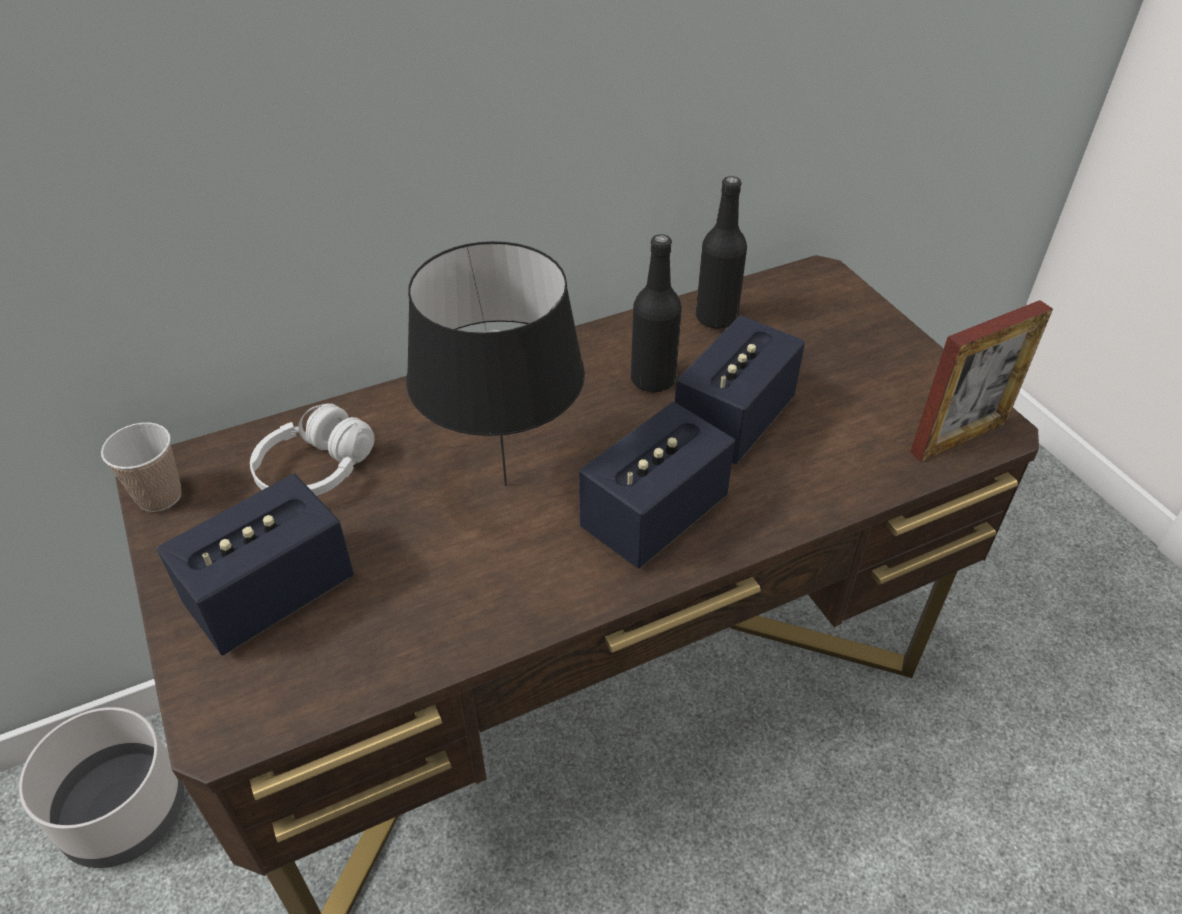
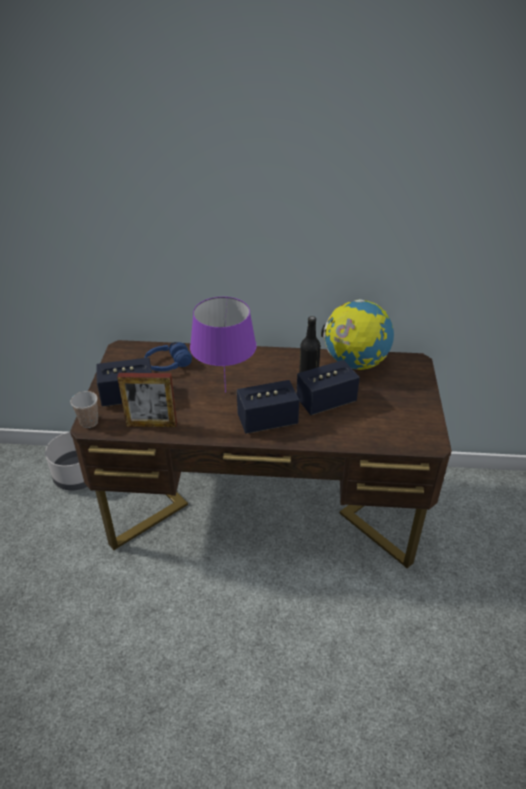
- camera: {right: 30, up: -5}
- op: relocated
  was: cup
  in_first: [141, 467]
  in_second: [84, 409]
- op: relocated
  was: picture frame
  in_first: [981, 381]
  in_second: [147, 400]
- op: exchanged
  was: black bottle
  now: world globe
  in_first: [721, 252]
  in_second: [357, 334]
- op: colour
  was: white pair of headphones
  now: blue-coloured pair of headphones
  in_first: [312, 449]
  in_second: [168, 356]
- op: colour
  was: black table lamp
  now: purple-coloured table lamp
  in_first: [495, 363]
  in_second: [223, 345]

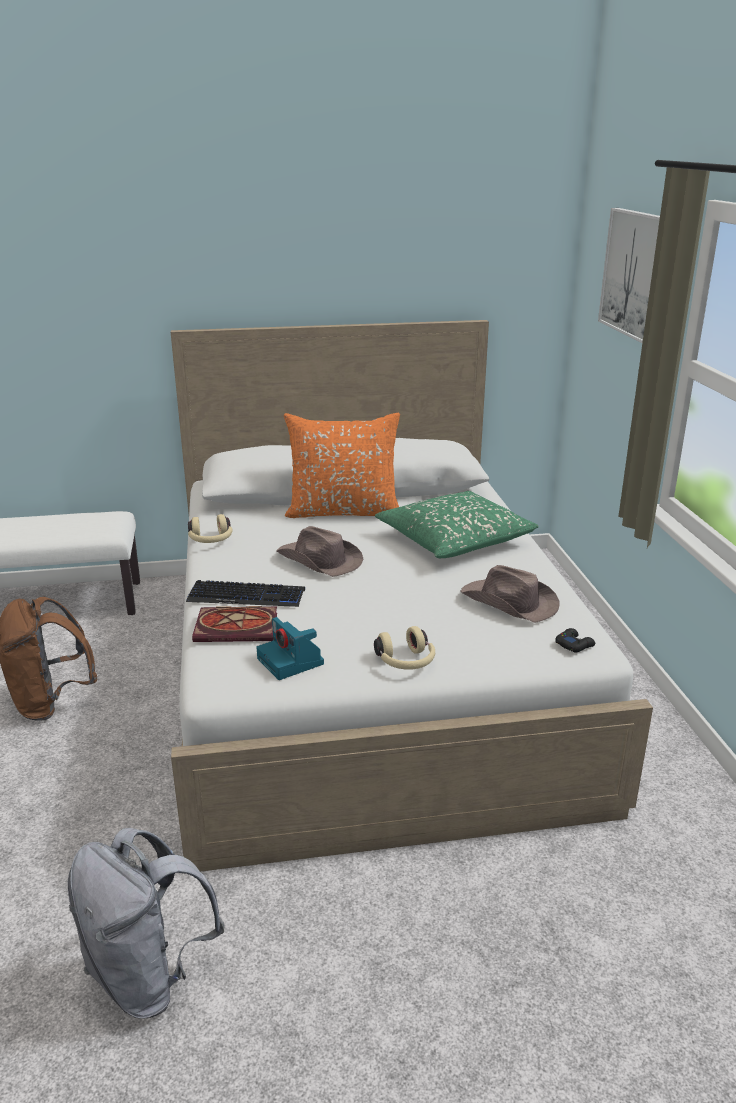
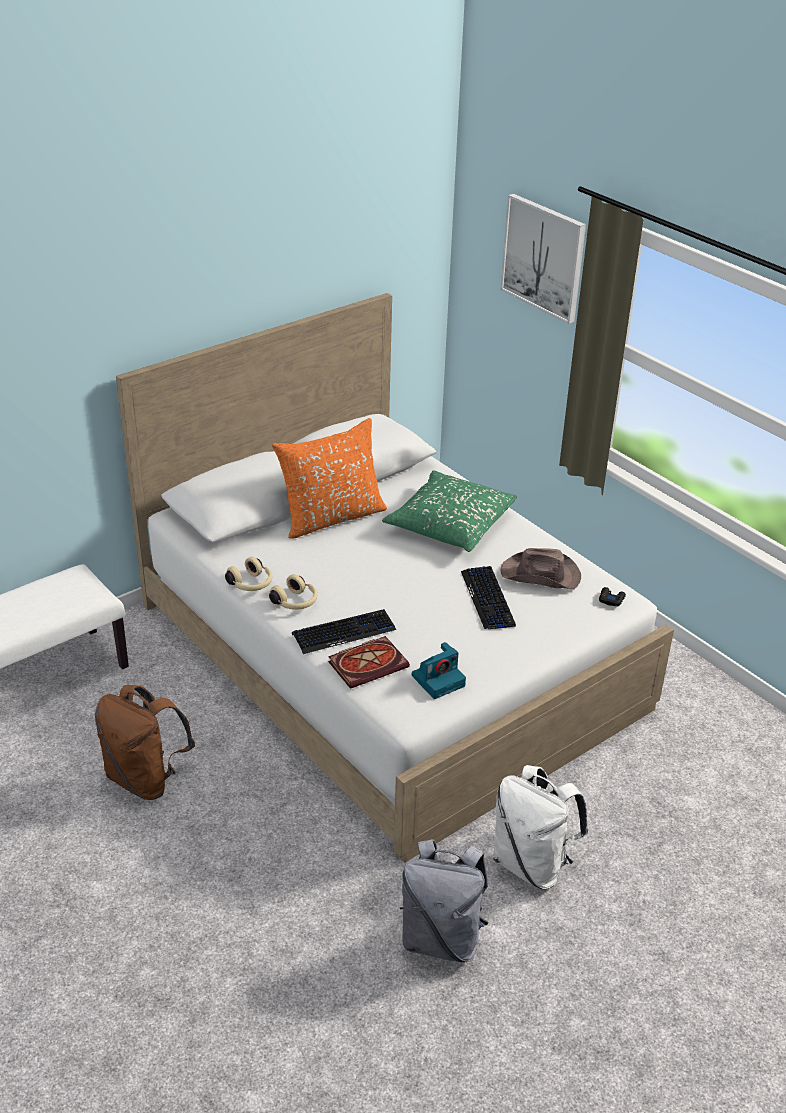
- camera: {right: -30, up: 10}
- op: missing
  was: brown wearable hat
  in_first: [319, 551]
- op: appeared
  now: computer keyboard
  in_second: [488, 597]
- op: appeared
  now: white rucksack
  in_second: [540, 827]
- op: relocated
  was: beige-coloured pair of headphones
  in_first: [404, 648]
  in_second: [293, 592]
- op: spun
  was: photo camera
  in_first: [290, 648]
  in_second: [439, 670]
  clockwise: -60

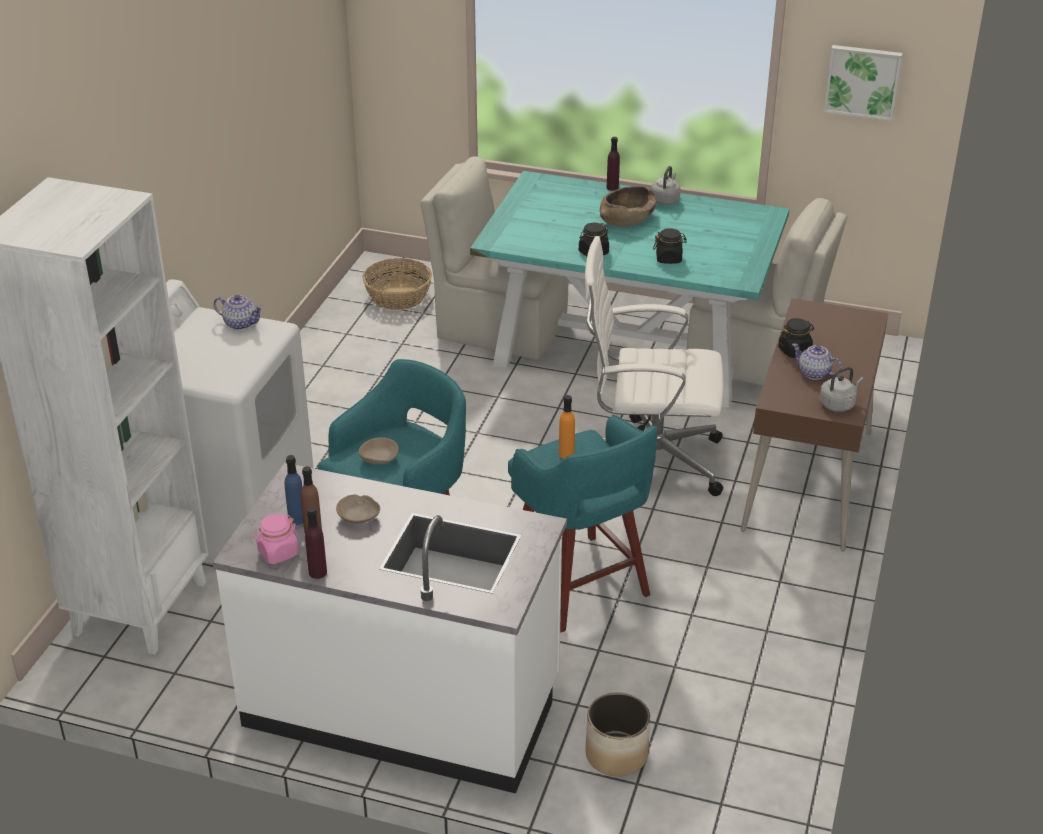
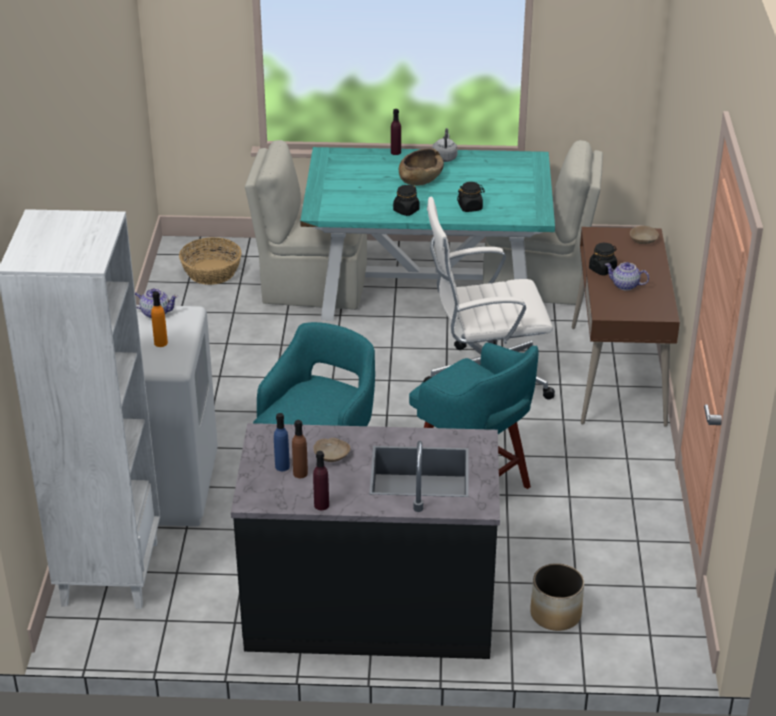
- camera: {right: -15, up: 0}
- op: missing
  was: pink preserve jar
  in_first: [276, 539]
- op: missing
  was: grey water kettle
  in_first: [841, 389]
- op: missing
  was: wall art
  in_first: [863, 83]
- op: relocated
  was: beige-coloured bowl
  in_first: [378, 450]
  in_second: [644, 235]
- op: relocated
  was: orange bottle
  in_first: [567, 427]
  in_second: [159, 319]
- op: colour
  was: white kitchen base unit
  now: black kitchen base unit
  in_first: [390, 628]
  in_second: [365, 541]

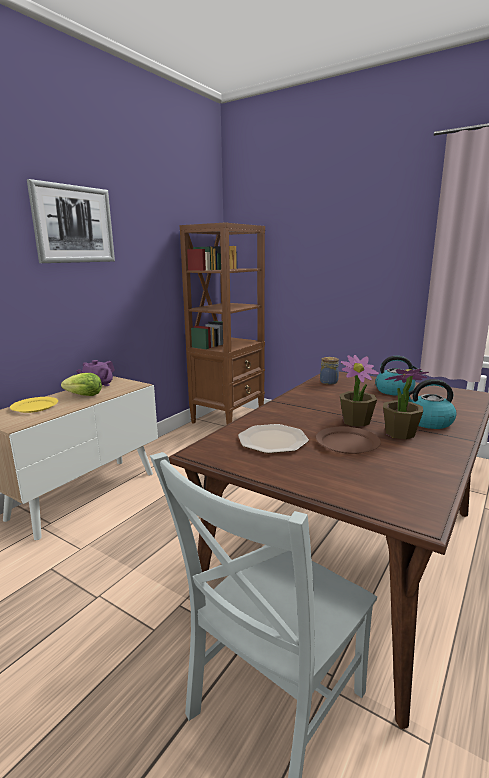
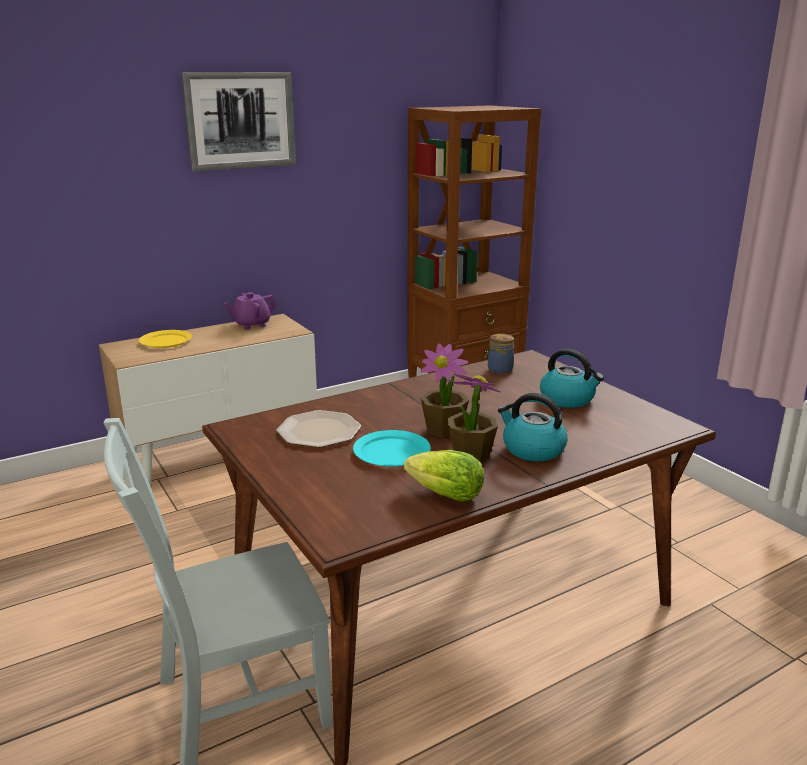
- camera: {right: 25, up: 5}
- op: relocated
  was: lettuce head
  in_first: [81, 384]
  in_second: [444, 476]
- op: colour
  was: brown plate
  now: turquoise plate
  in_first: [348, 440]
  in_second: [392, 448]

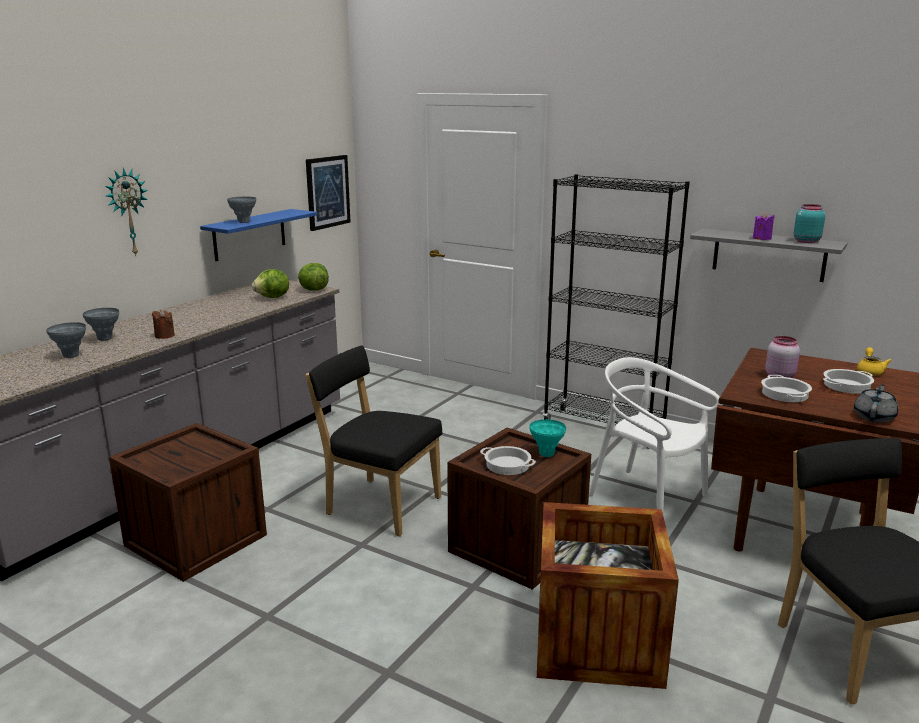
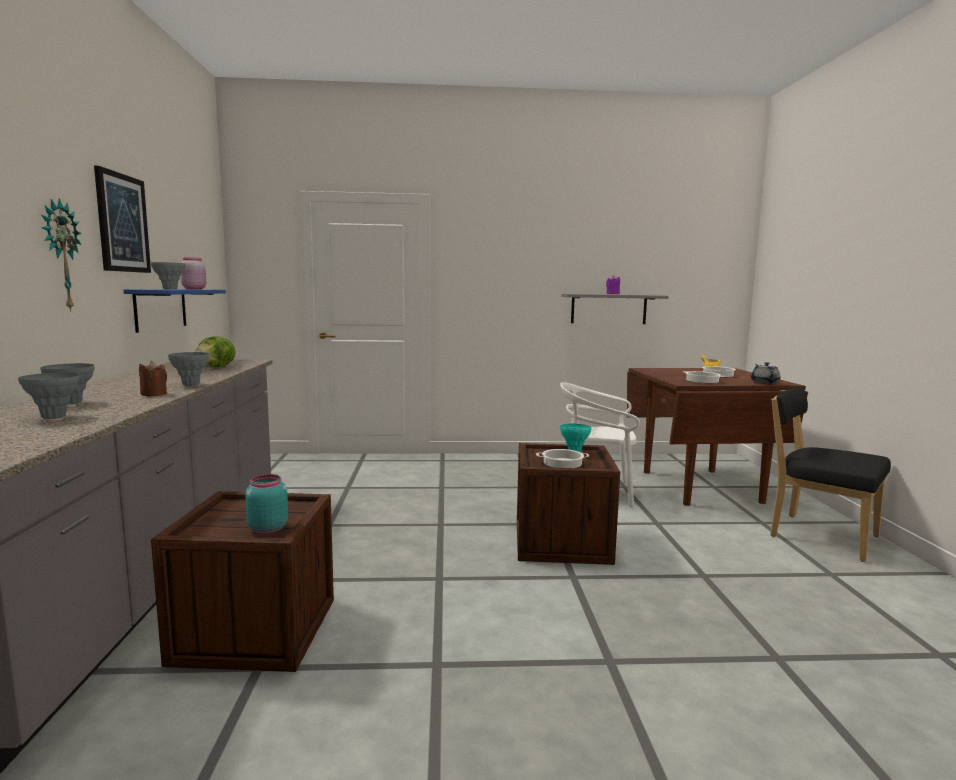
- camera: {right: -35, up: -10}
- op: missing
  was: lettuce head
  in_first: [313, 277]
- op: missing
  was: black plain chair
  in_first: [373, 441]
- op: missing
  was: shipping crate
  in_first: [608, 595]
- op: missing
  was: black shelving unit
  in_first: [616, 311]
- op: appeared
  now: grey decorative vase
  in_second: [188, 369]
- op: relocated
  was: wall art
  in_first: [328, 193]
  in_second: [122, 219]
- op: relocated
  was: pink preserve jar
  in_first: [782, 357]
  in_second: [193, 273]
- op: relocated
  was: turquoise preserve jar
  in_first: [809, 223]
  in_second: [266, 504]

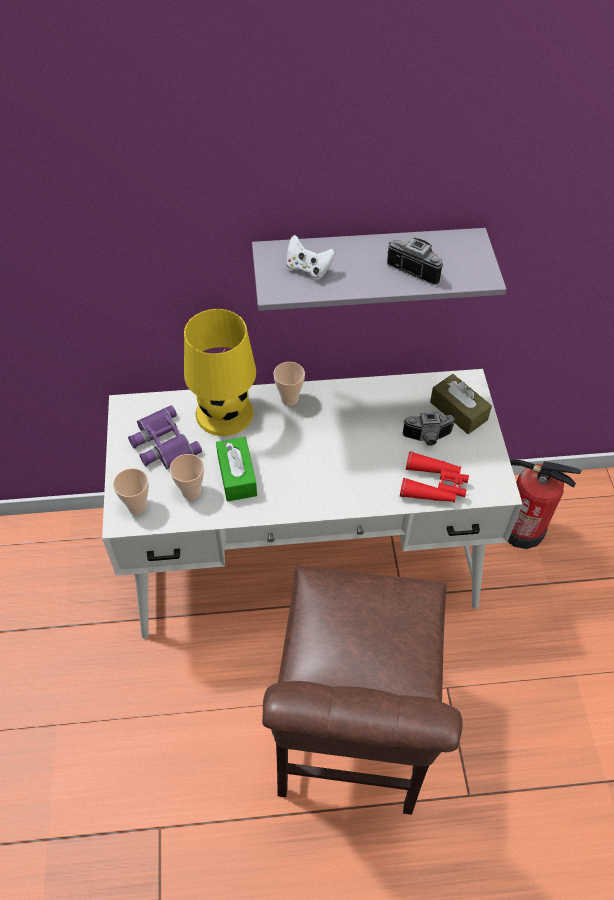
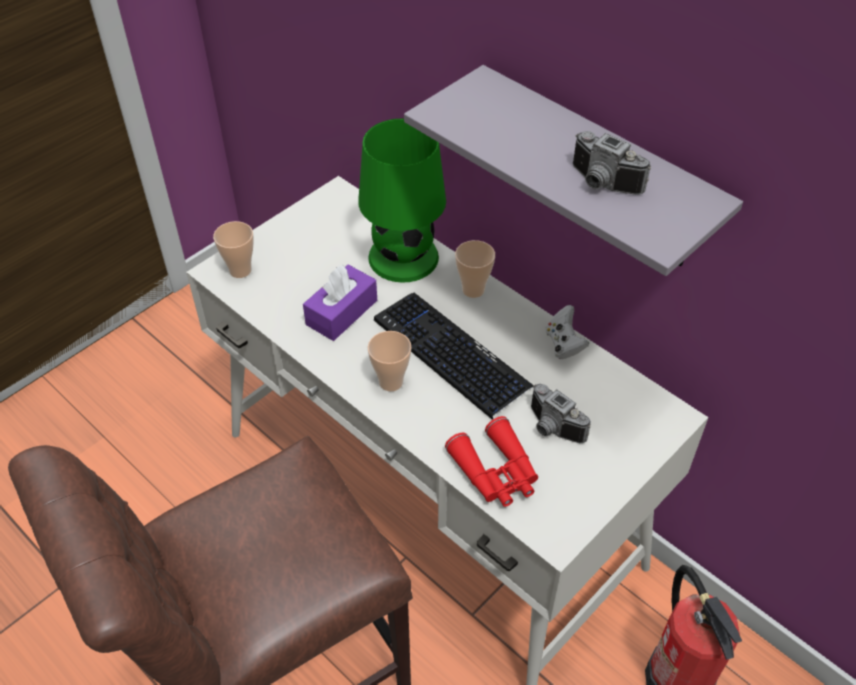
- camera: {right: 50, up: -5}
- op: missing
  was: purple-coloured pair of binoculars
  in_first: [165, 437]
- op: missing
  was: brown box of tissues
  in_first: [461, 404]
- op: appeared
  now: computer keyboard
  in_second: [453, 356]
- op: relocated
  was: cup
  in_first: [187, 477]
  in_second: [389, 361]
- op: relocated
  was: white joypad
  in_first: [311, 257]
  in_second: [567, 332]
- op: colour
  was: yellowish table lamp
  now: green-coloured table lamp
  in_first: [220, 372]
  in_second: [402, 201]
- op: colour
  was: green-coloured box of tissues
  now: purple-coloured box of tissues
  in_first: [236, 469]
  in_second: [340, 303]
- op: spun
  was: photo camera
  in_first: [415, 261]
  in_second: [612, 163]
  clockwise: 135

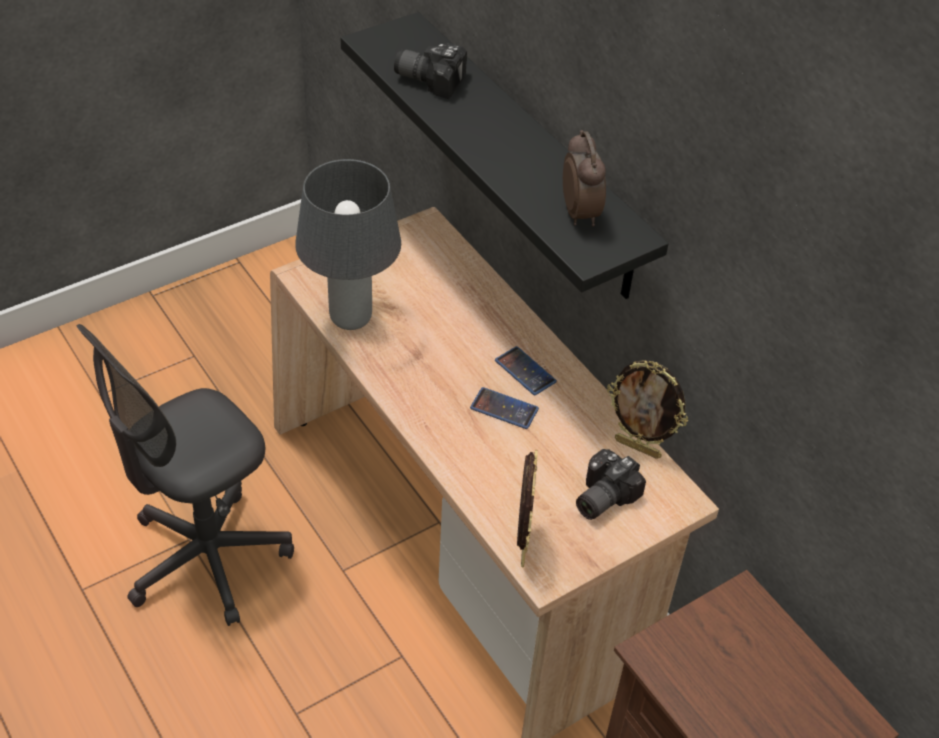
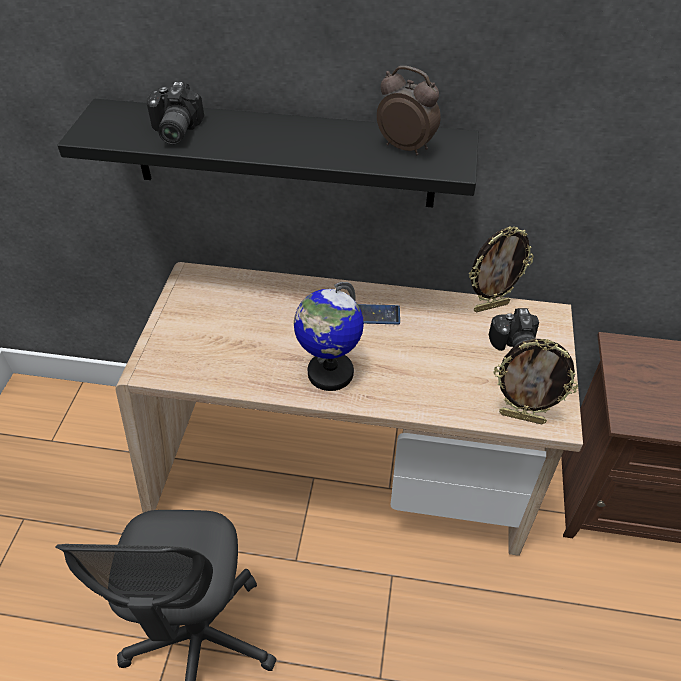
- camera: {right: -45, up: 0}
- op: missing
  was: grey table lamp
  in_first: [348, 244]
- op: missing
  was: telephone
  in_first: [504, 408]
- op: appeared
  now: world globe
  in_second: [329, 336]
- op: spun
  was: photo camera
  in_first: [430, 71]
  in_second: [175, 113]
  clockwise: -60
- op: spun
  was: picture frame
  in_first: [527, 509]
  in_second: [535, 381]
  clockwise: 150

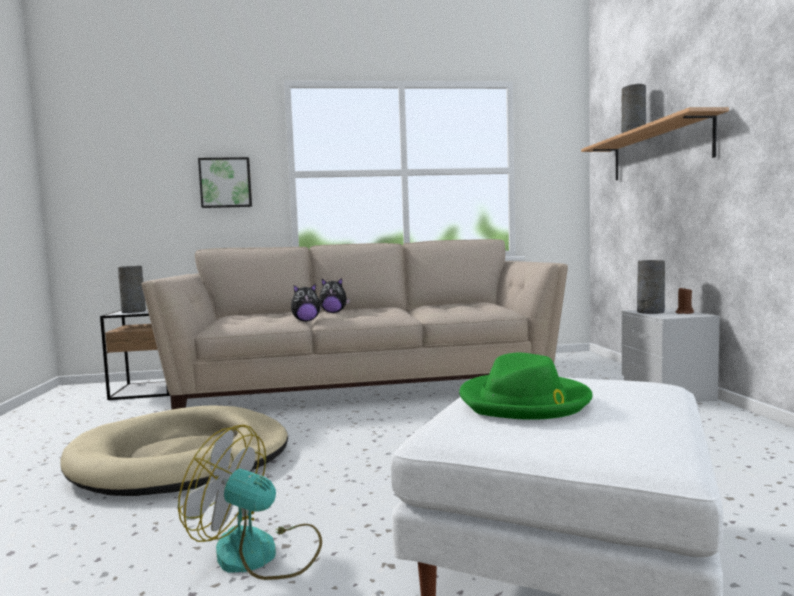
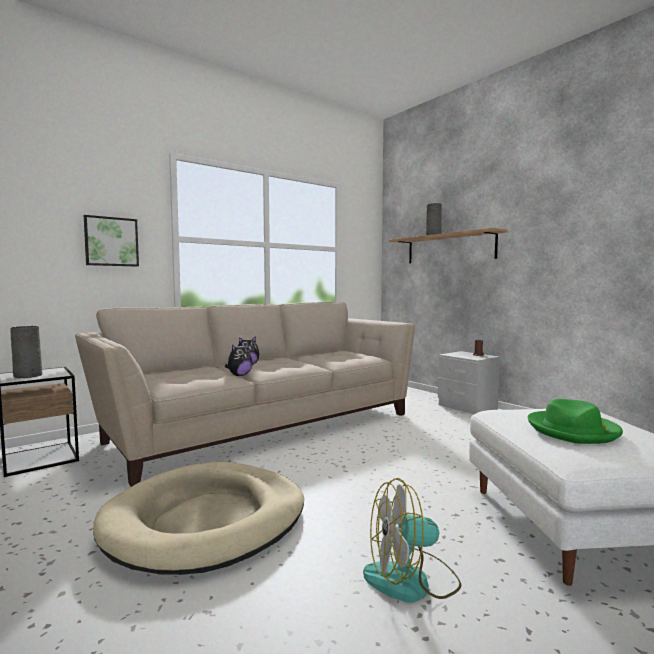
- camera: {right: -30, up: 0}
- op: missing
  was: grey decorative vase
  in_first: [651, 287]

